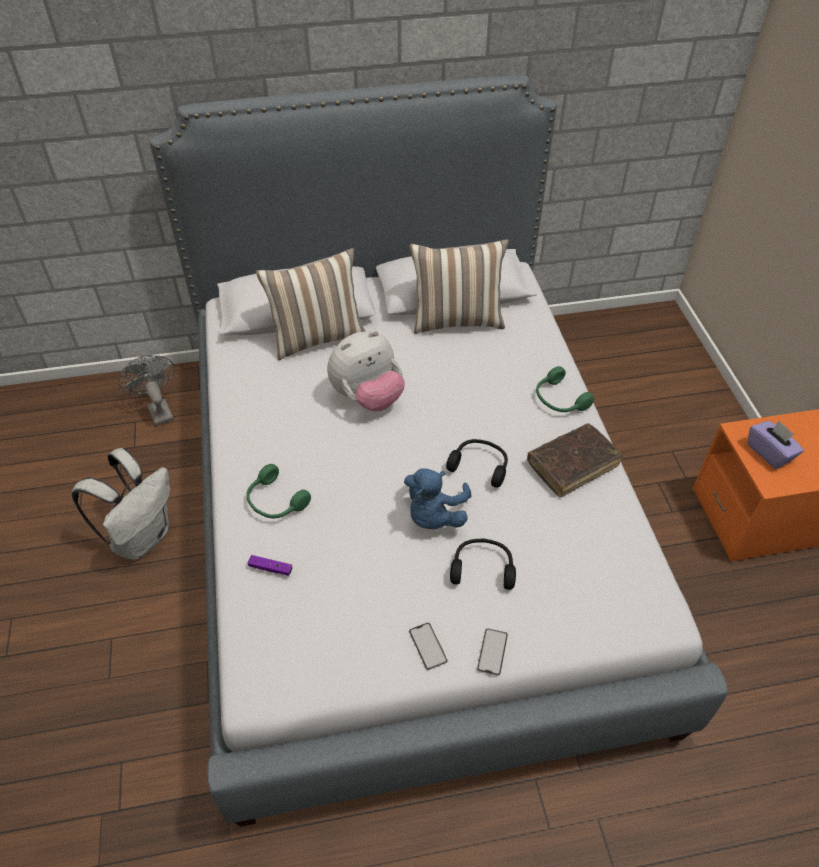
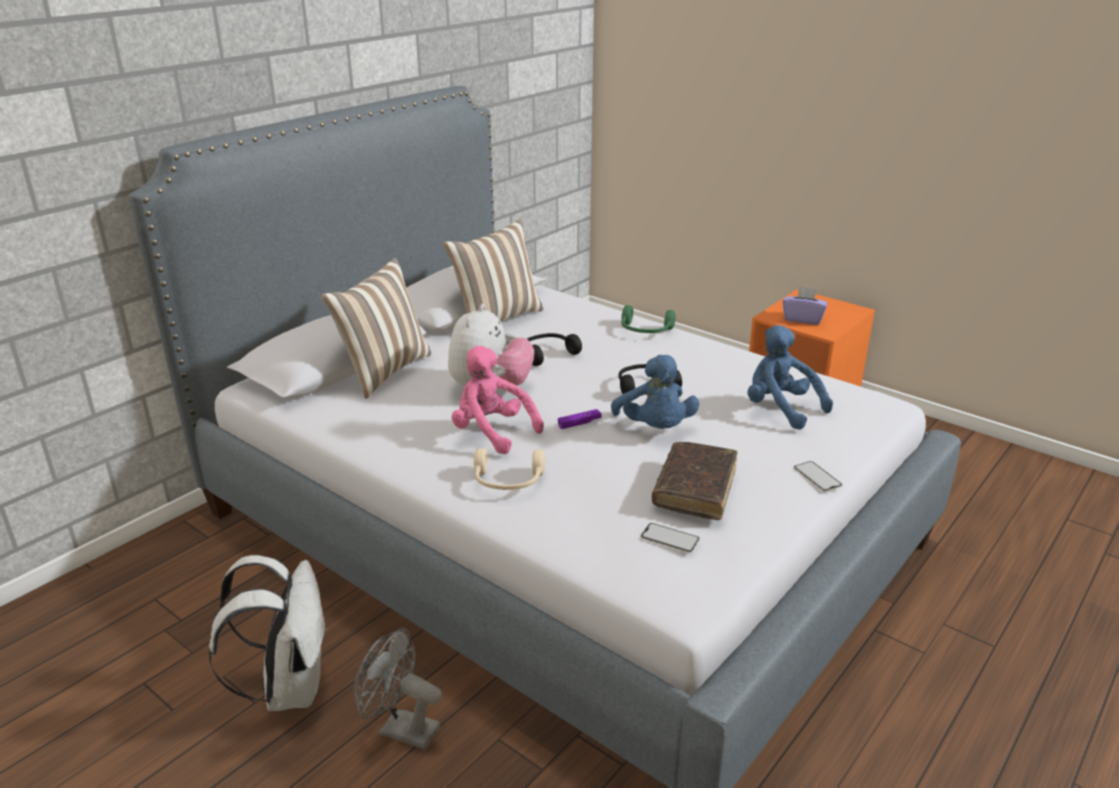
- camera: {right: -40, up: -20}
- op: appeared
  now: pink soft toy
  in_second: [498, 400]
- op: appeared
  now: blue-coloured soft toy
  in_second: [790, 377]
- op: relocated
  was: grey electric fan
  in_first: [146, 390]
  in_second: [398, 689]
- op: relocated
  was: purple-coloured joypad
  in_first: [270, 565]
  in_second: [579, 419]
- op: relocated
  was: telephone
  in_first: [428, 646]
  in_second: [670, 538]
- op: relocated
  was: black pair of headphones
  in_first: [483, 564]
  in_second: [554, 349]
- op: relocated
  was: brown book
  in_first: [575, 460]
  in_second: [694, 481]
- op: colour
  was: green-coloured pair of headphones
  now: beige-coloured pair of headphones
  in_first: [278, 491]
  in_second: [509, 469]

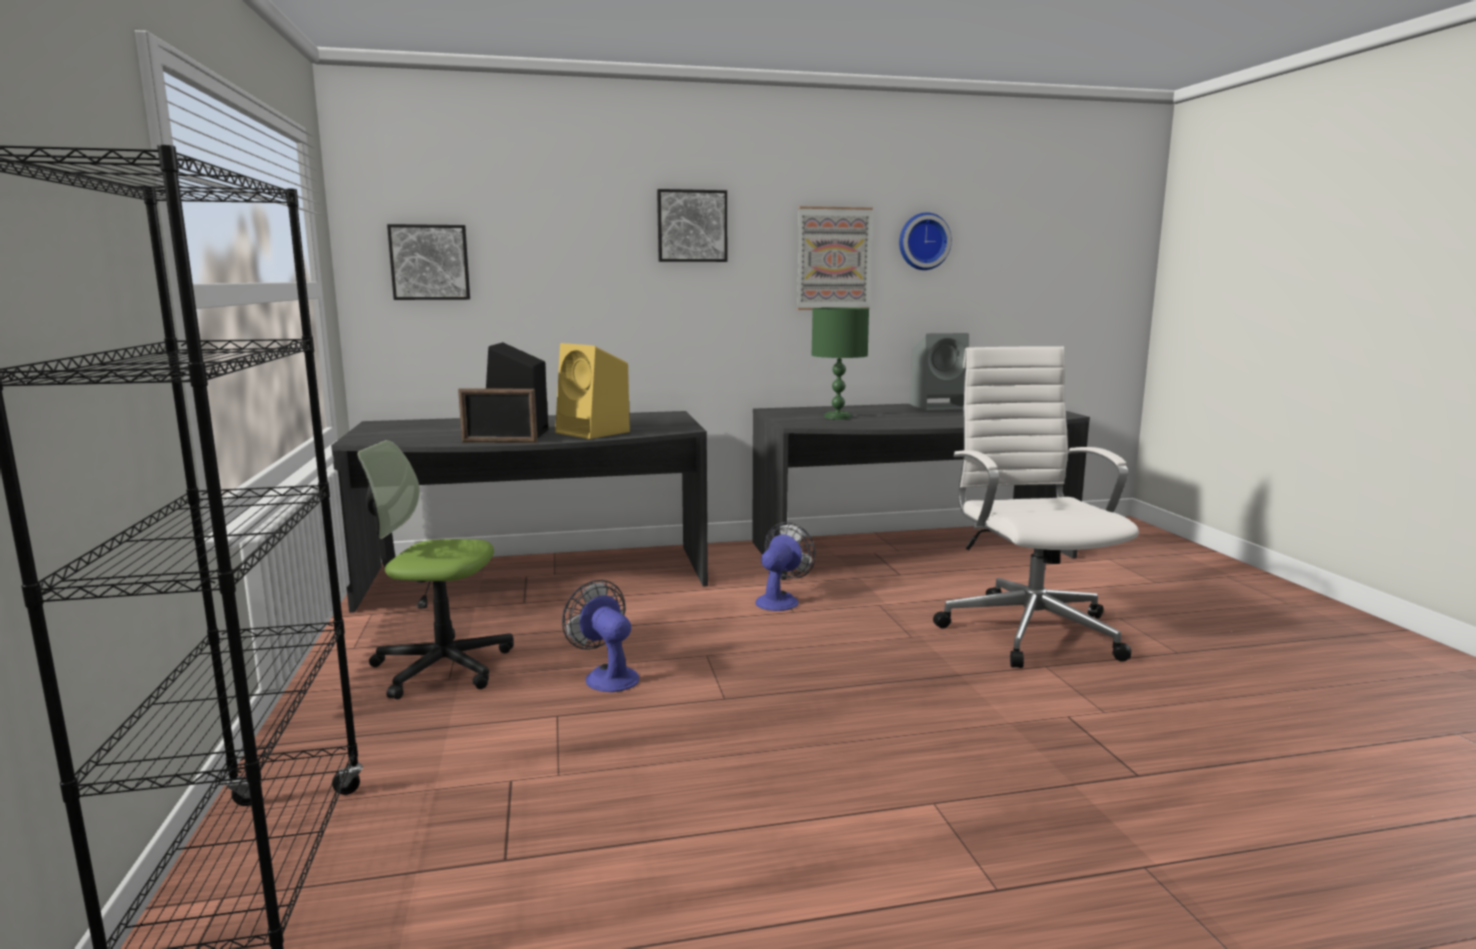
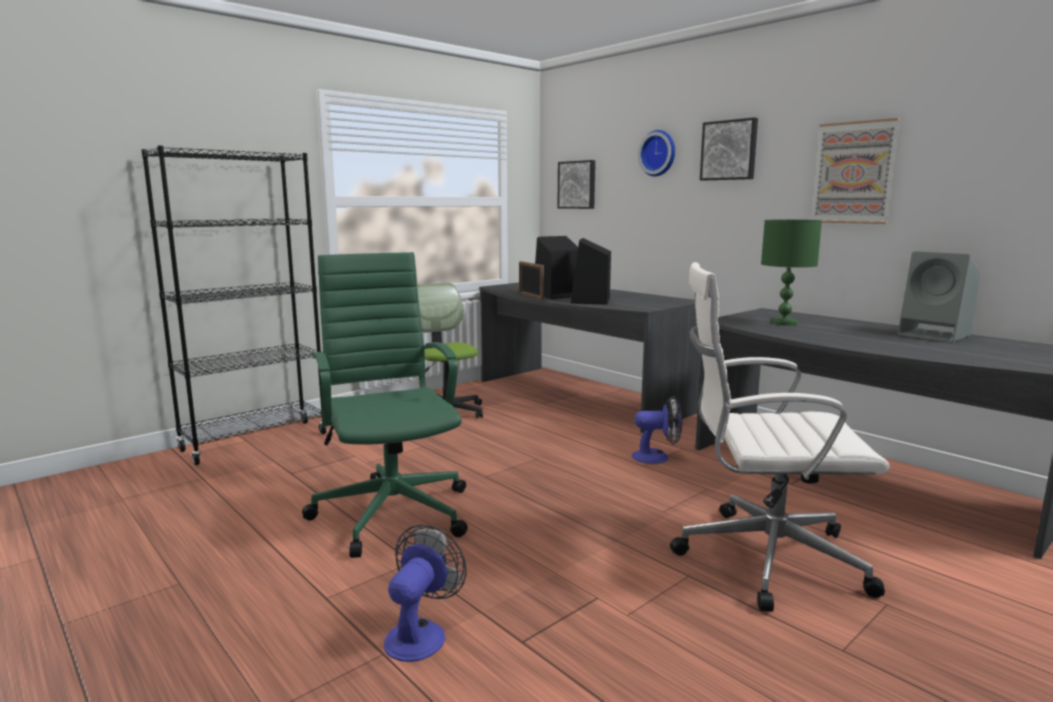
- camera: {right: 60, up: 0}
- op: appeared
  now: green-coloured computer chair
  in_second: [385, 405]
- op: relocated
  was: electric fan
  in_first: [600, 636]
  in_second: [425, 593]
- op: relocated
  was: clock on the wall
  in_first: [925, 241]
  in_second: [656, 153]
- op: colour
  was: yellowish audio speaker
  now: black audio speaker
  in_first: [592, 391]
  in_second: [590, 271]
- op: spun
  was: white computer chair
  in_first: [1036, 507]
  in_second: [780, 437]
  clockwise: -135

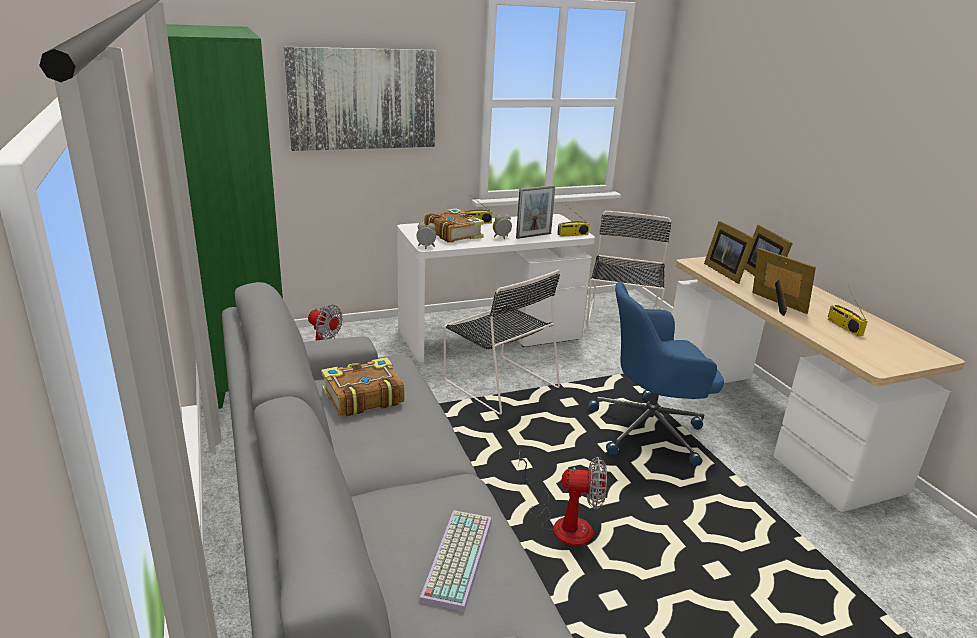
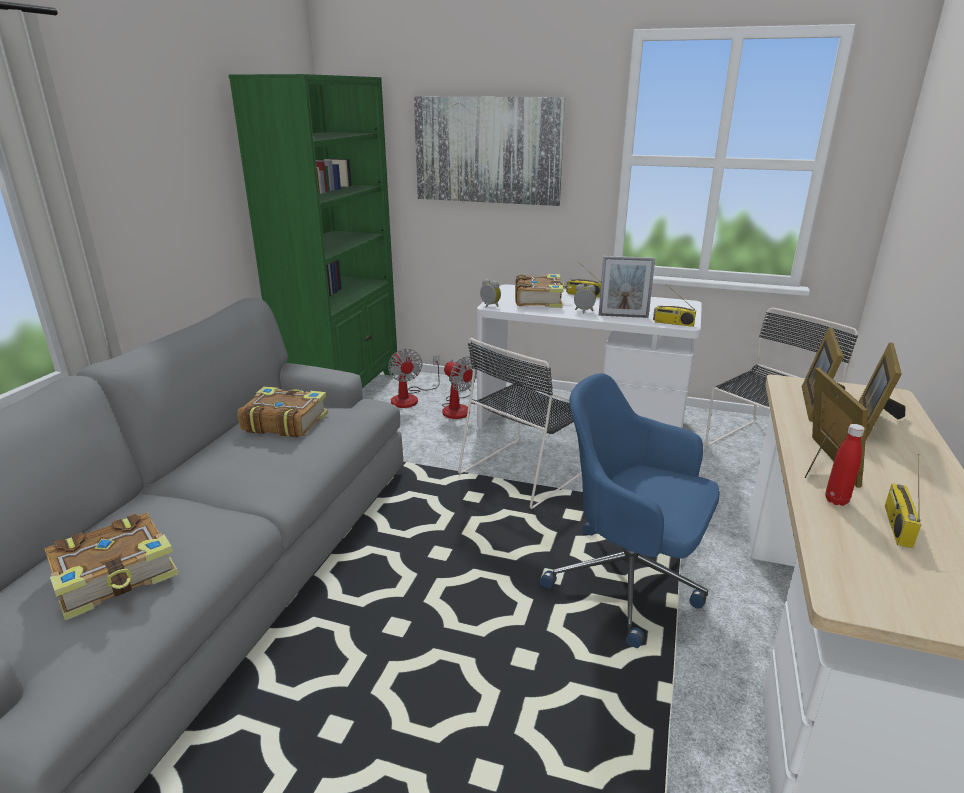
- camera: {right: 40, up: 0}
- op: appeared
  now: red bottle
  in_second: [845, 465]
- op: relocated
  was: electric fan
  in_first: [563, 500]
  in_second: [459, 388]
- op: exchanged
  was: computer keyboard
  now: book
  in_first: [455, 561]
  in_second: [111, 567]
- op: spun
  was: black plain chair
  in_first: [502, 342]
  in_second: [520, 423]
  clockwise: 45

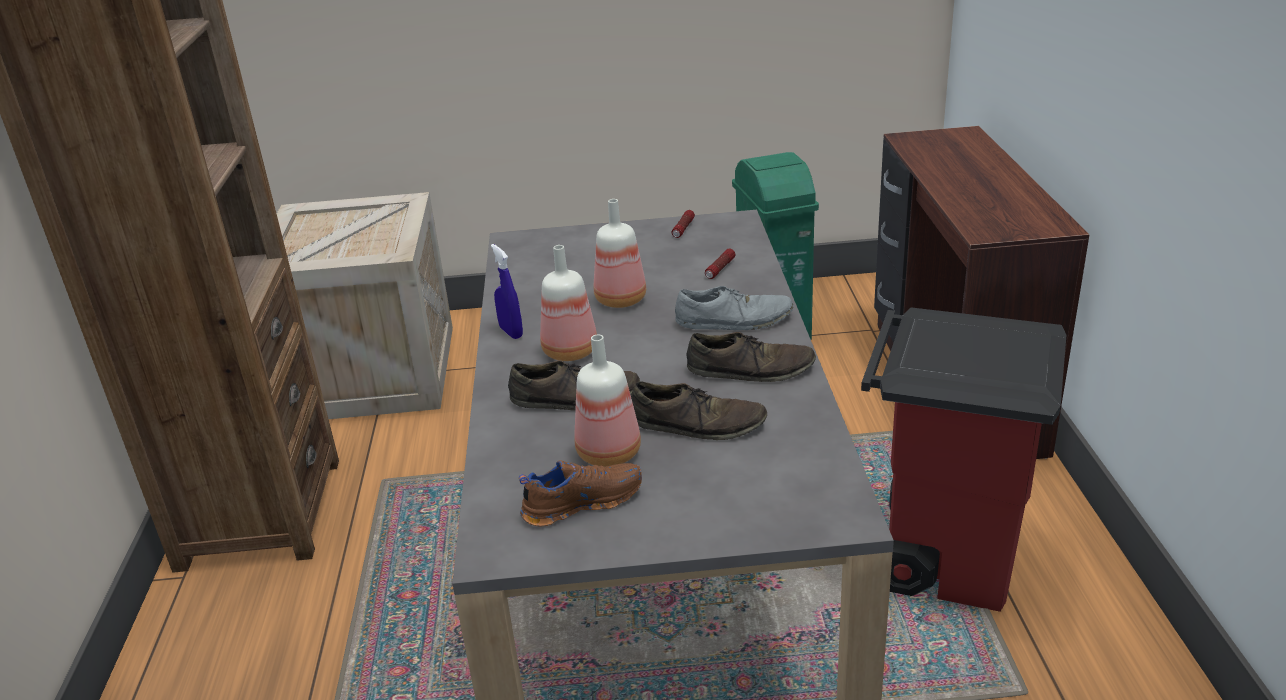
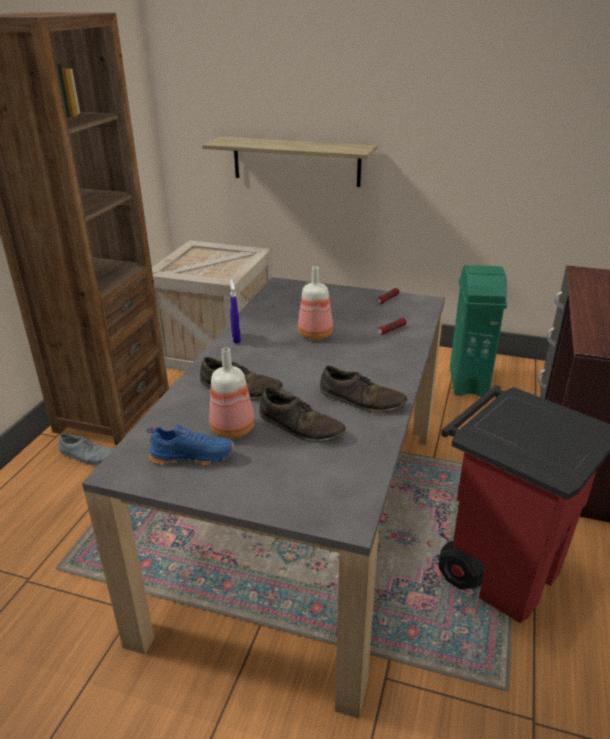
- camera: {right: 20, up: 0}
- op: missing
  was: bottle
  in_first: [568, 303]
- op: appeared
  now: shelf
  in_second: [289, 161]
- op: relocated
  was: grey item of footwear
  in_first: [734, 308]
  in_second: [86, 449]
- op: colour
  was: brown item of footwear
  now: blue-coloured item of footwear
  in_first: [580, 493]
  in_second: [190, 445]

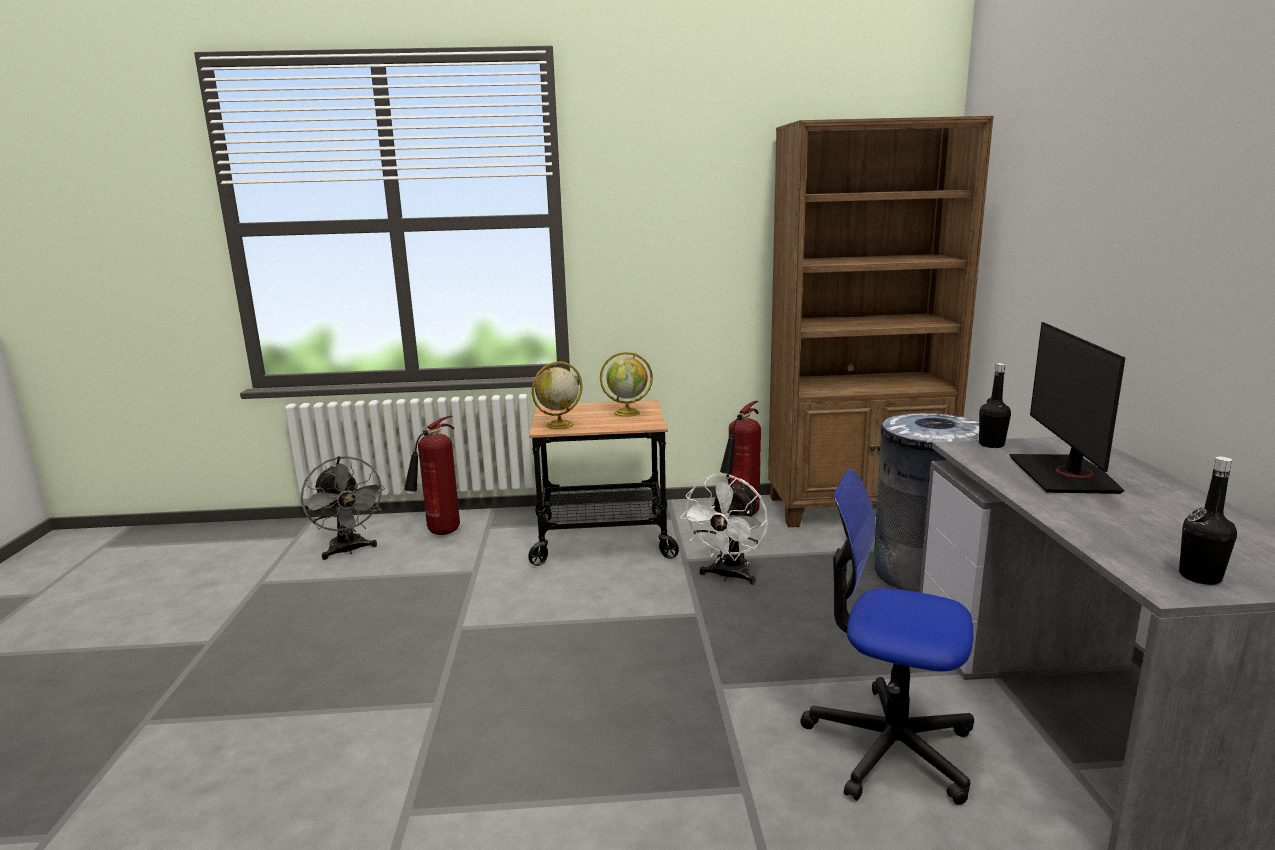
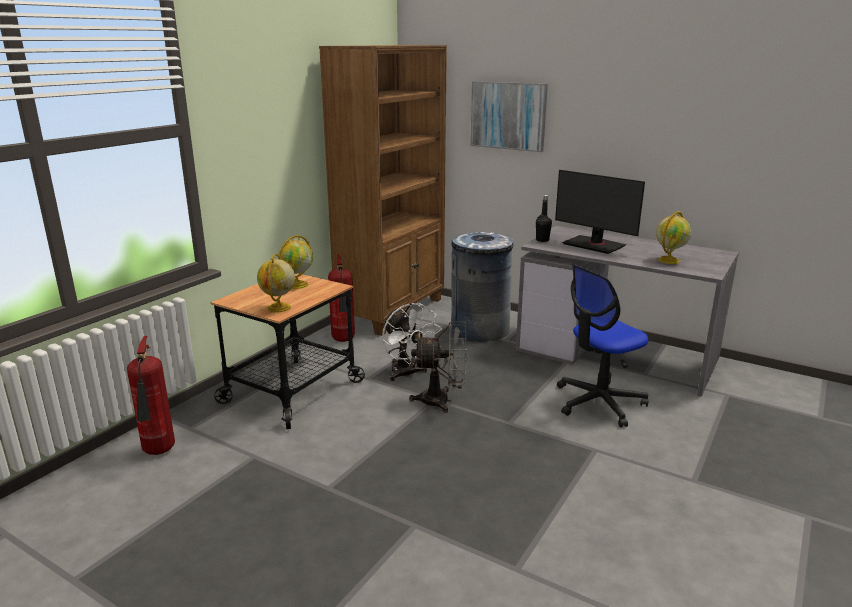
- camera: {right: -55, up: 5}
- op: missing
  was: black bottle
  in_first: [1208, 521]
- op: appeared
  now: wall art
  in_second: [509, 116]
- op: appeared
  now: world globe
  in_second: [673, 237]
- op: relocated
  was: grey electric fan
  in_first: [343, 508]
  in_second: [438, 367]

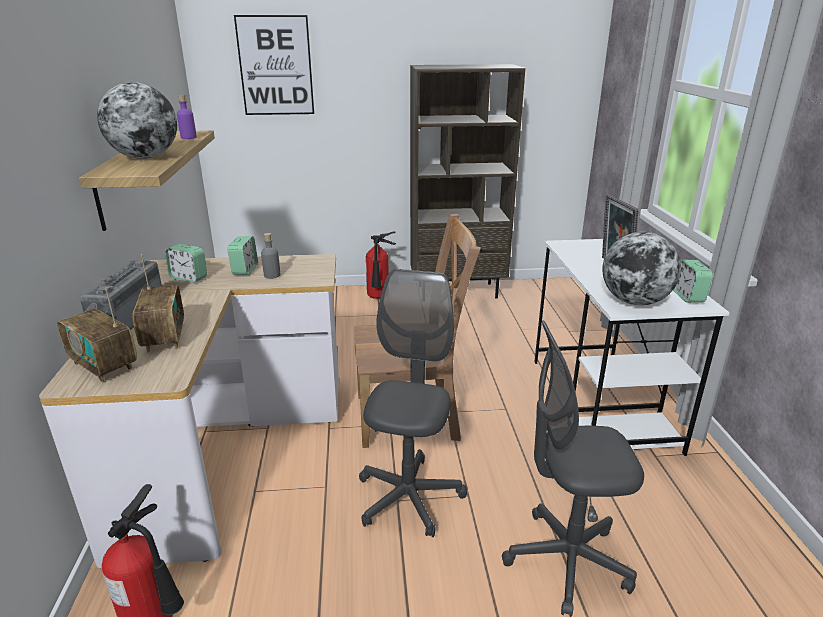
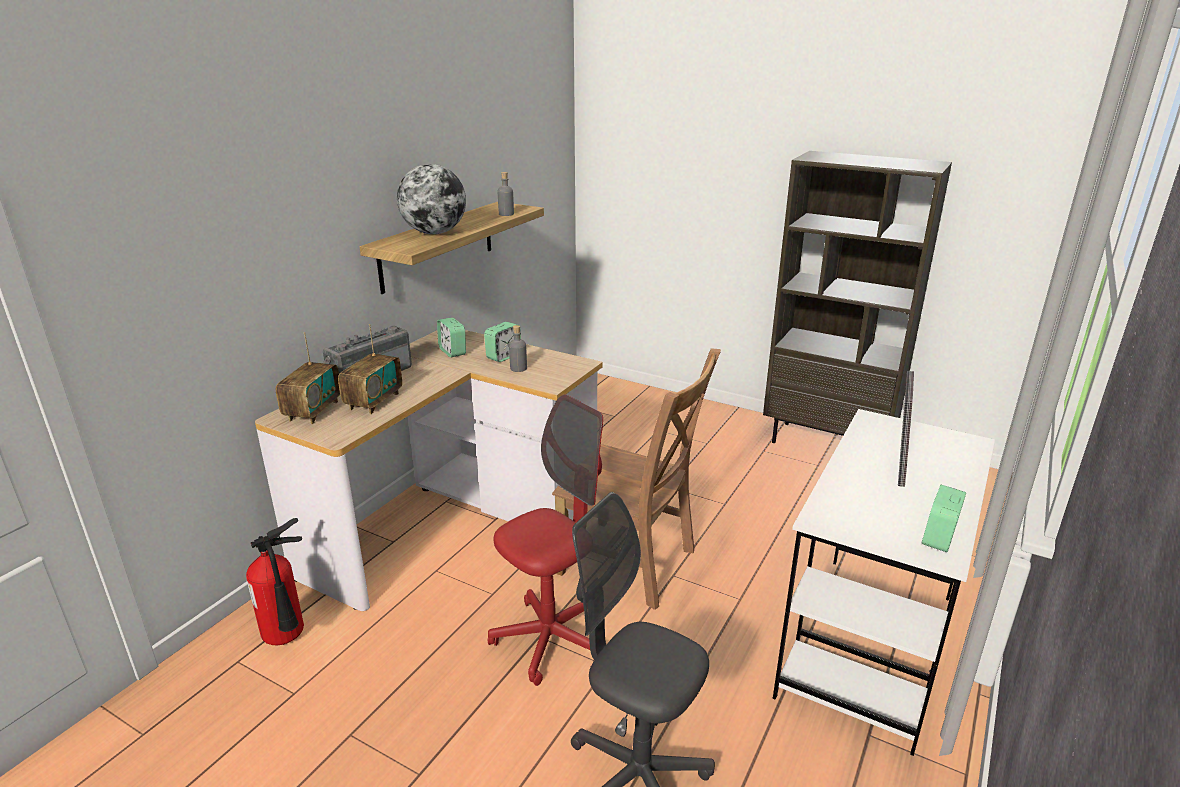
- camera: {right: 35, up: 0}
- op: missing
  was: wall art
  in_first: [274, 65]
- op: missing
  was: fire-fighting cylinder
  in_first: [381, 265]
- op: missing
  was: world globe
  in_first: [642, 268]
- op: colour
  was: purple-coloured bottle
  now: grey bottle
  in_first: [187, 117]
  in_second: [506, 194]
- op: colour
  was: grey computer chair
  now: red computer chair
  in_first: [413, 403]
  in_second: [545, 540]
- op: spun
  was: radio set
  in_first: [97, 335]
  in_second: [308, 378]
  clockwise: -150

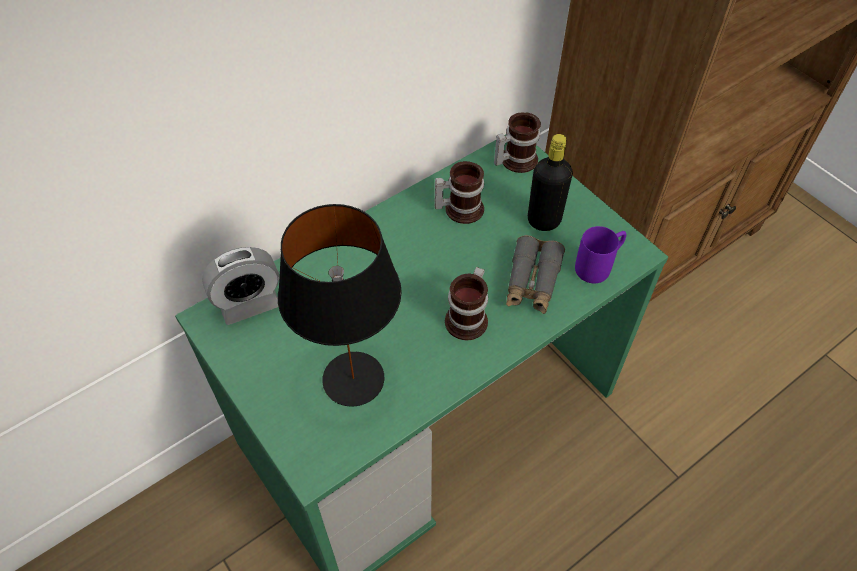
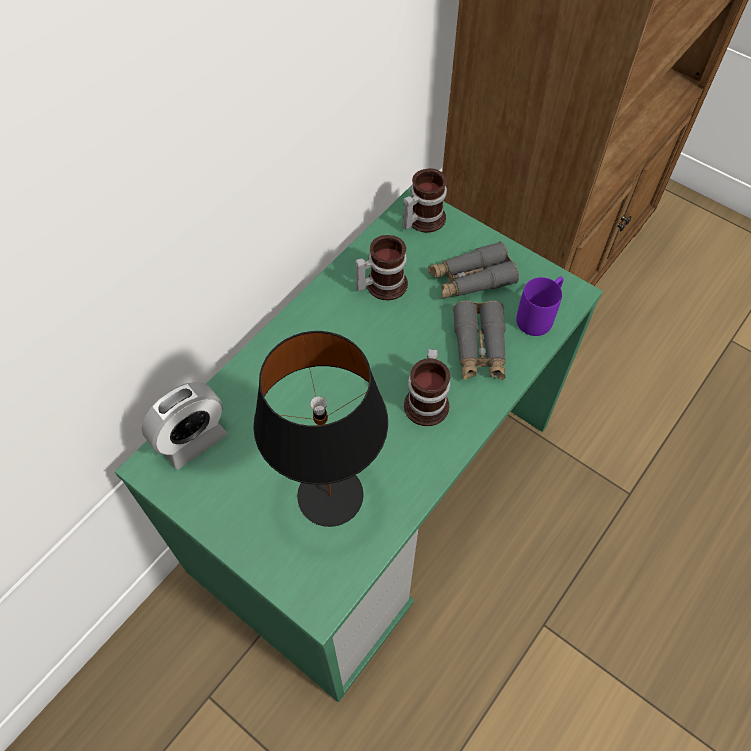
- camera: {right: -15, up: 5}
- op: exchanged
  was: black bottle
  now: grey pair of binoculars
  in_first: [550, 182]
  in_second: [473, 270]

